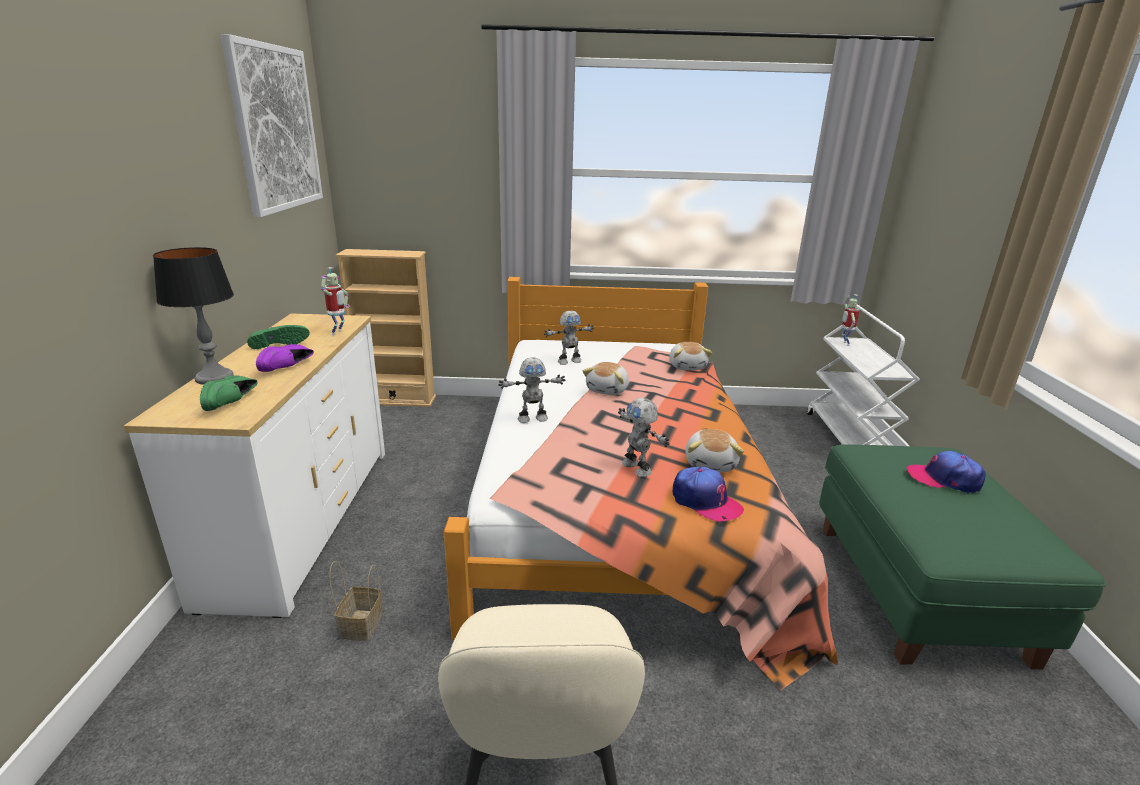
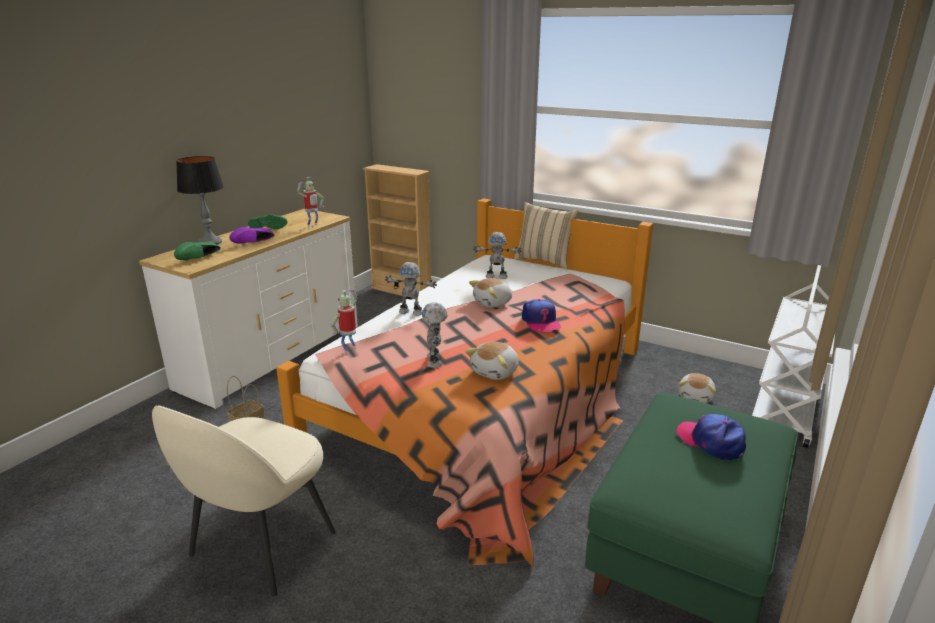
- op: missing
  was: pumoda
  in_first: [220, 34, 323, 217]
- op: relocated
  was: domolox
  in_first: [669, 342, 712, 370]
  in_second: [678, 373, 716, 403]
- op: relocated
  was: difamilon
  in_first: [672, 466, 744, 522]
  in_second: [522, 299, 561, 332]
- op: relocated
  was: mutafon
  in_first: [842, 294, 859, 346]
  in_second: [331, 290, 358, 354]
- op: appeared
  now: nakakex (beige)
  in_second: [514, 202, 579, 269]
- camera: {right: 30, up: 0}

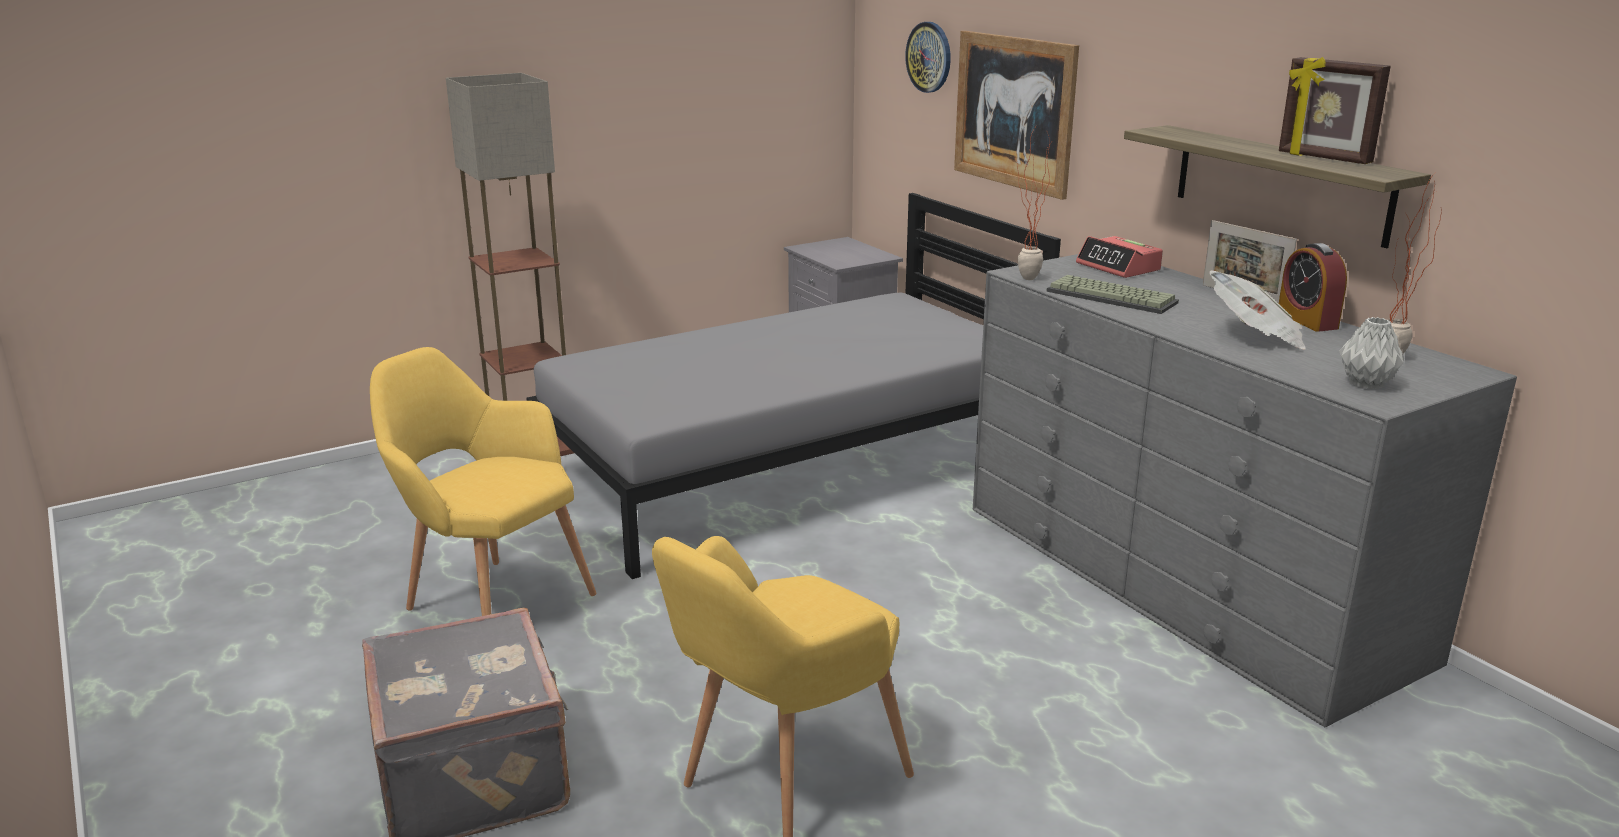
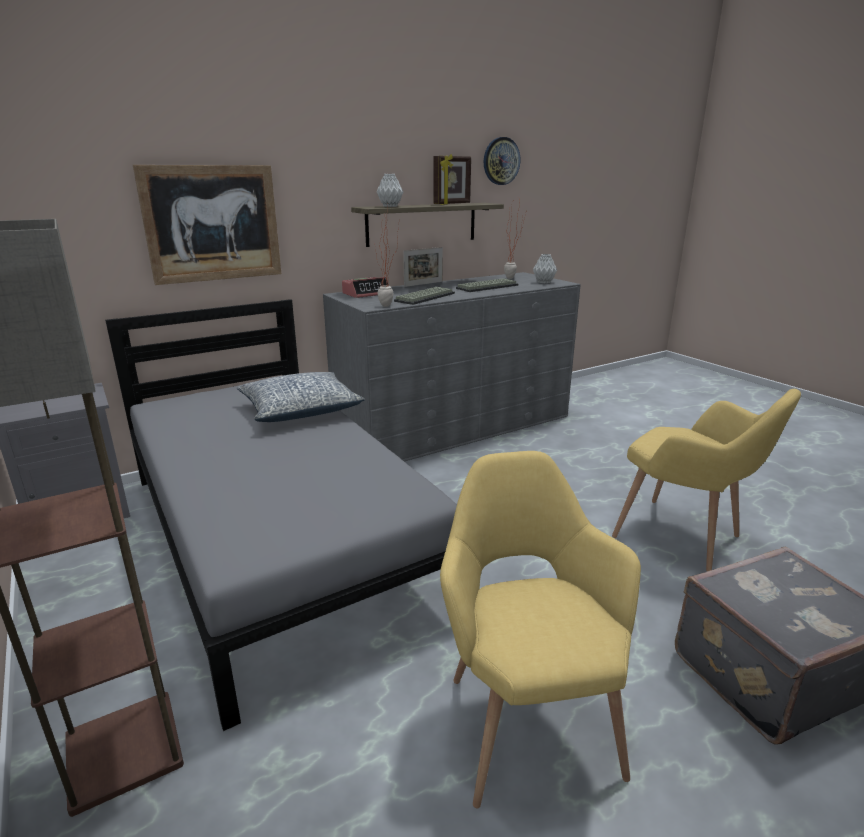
- op: spun
  was: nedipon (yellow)
  in_first: [370, 347, 596, 616]
  in_second: [440, 451, 641, 809]
  clockwise: 135
- op: relocated
  was: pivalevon
  in_first: [905, 22, 951, 93]
  in_second: [484, 137, 521, 185]
- op: exchanged
  was: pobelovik
  now: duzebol
  in_first: [1209, 270, 1306, 350]
  in_second: [456, 278, 519, 292]
- op: missing
  was: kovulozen
  in_first: [1279, 243, 1347, 332]
- op: appeared
  now: nakakex
  in_second: [237, 372, 365, 422]
- op: appeared
  now: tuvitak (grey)
  in_second: [377, 174, 403, 207]
- camera: {right: -90, up: 0}

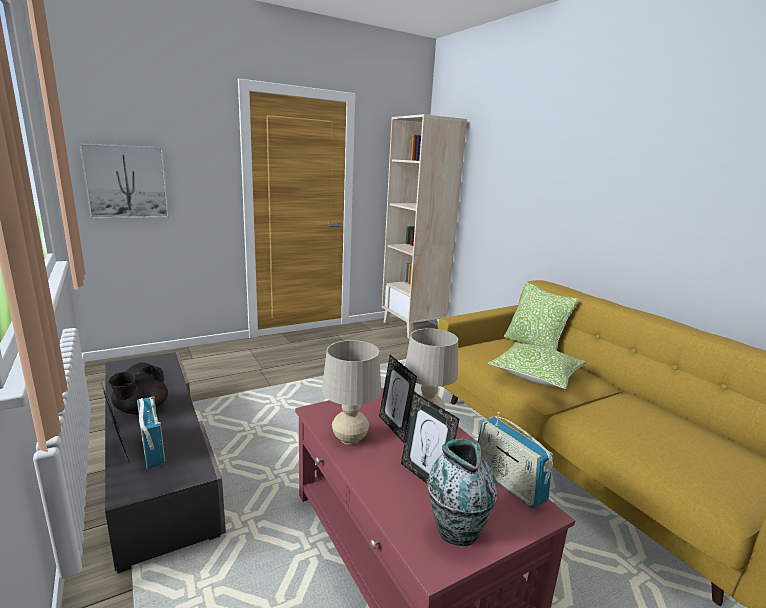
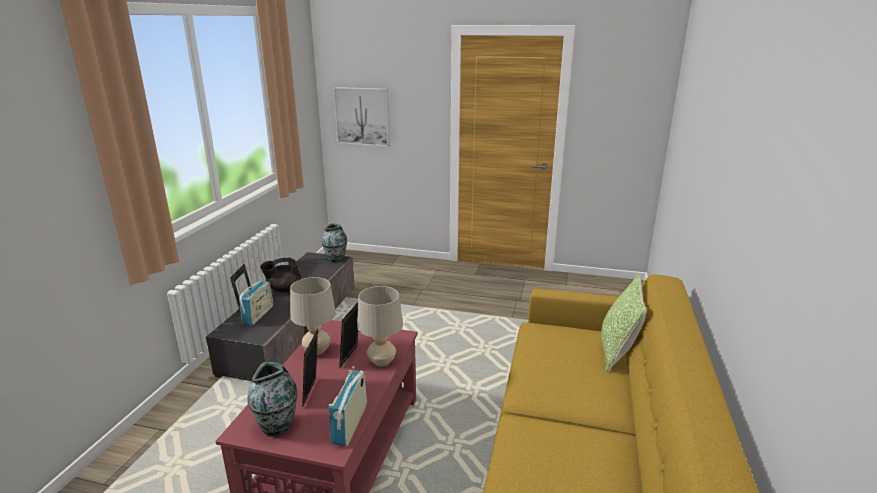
- op: missing
  was: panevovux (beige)
  in_first: [382, 114, 467, 339]
- op: missing
  was: nakakex
  in_first: [487, 342, 586, 389]
- op: appeared
  now: tuvitak
  in_second: [321, 223, 347, 263]
- camera: {right: 45, up: 5}

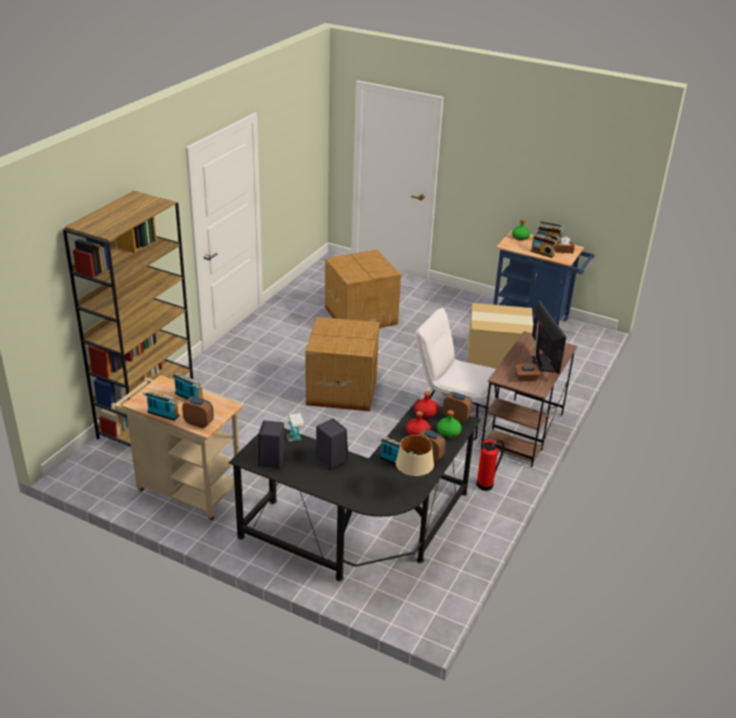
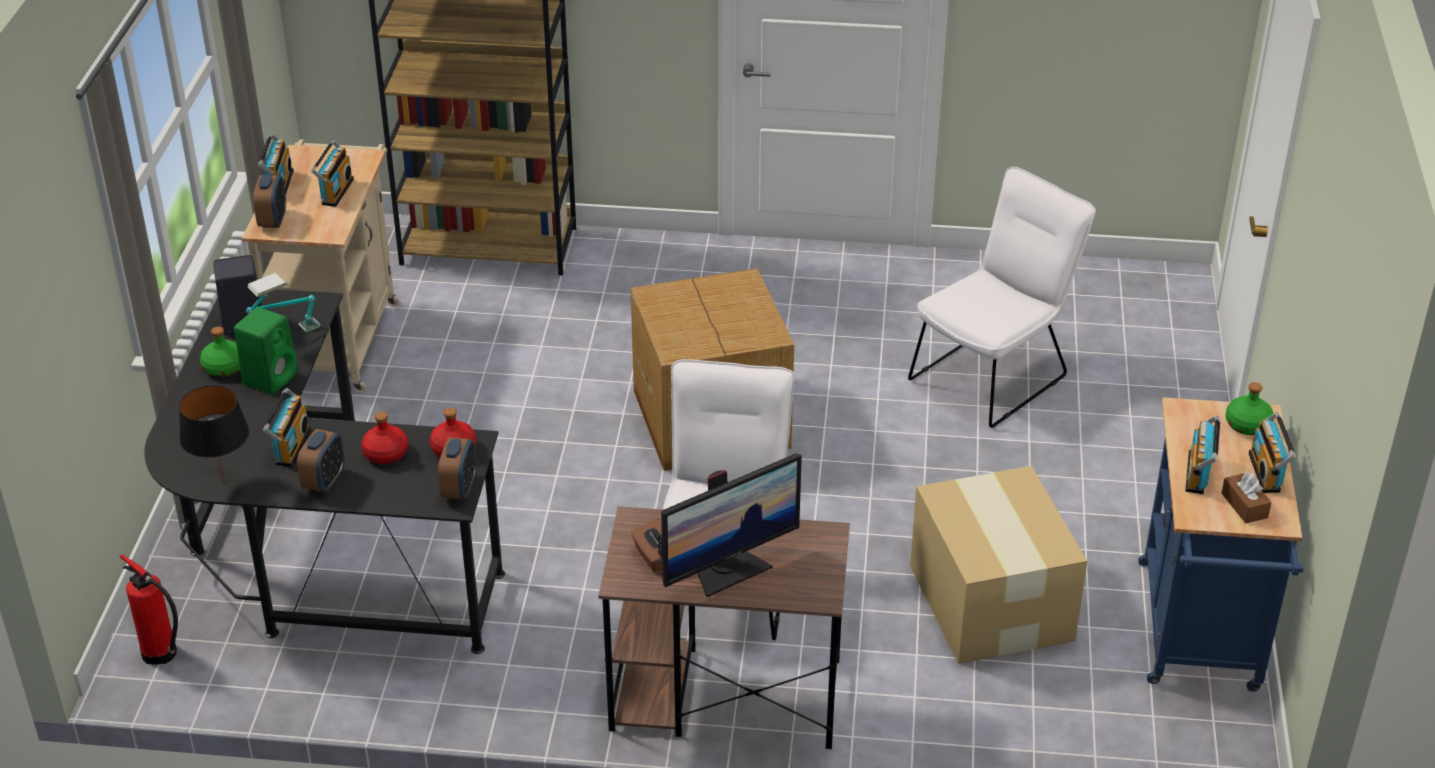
- op: colour
  was: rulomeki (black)
  now: rulomeki (green)
  in_first: [316, 419, 348, 469]
  in_second: [234, 307, 298, 394]
- op: exchanged
  was: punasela
  now: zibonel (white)
  in_first: [325, 250, 401, 328]
  in_second: [908, 167, 1096, 428]
- op: colour
  was: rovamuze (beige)
  now: rovamuze (black)
  in_first: [396, 435, 434, 490]
  in_second: [179, 385, 249, 482]
- op: relocated
  was: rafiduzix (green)
  in_first: [437, 410, 461, 438]
  in_second: [200, 327, 240, 377]
- op: relocated
  was: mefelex
  in_first: [476, 440, 504, 491]
  in_second: [120, 554, 178, 664]
- camera: {right: 70, up: 5}

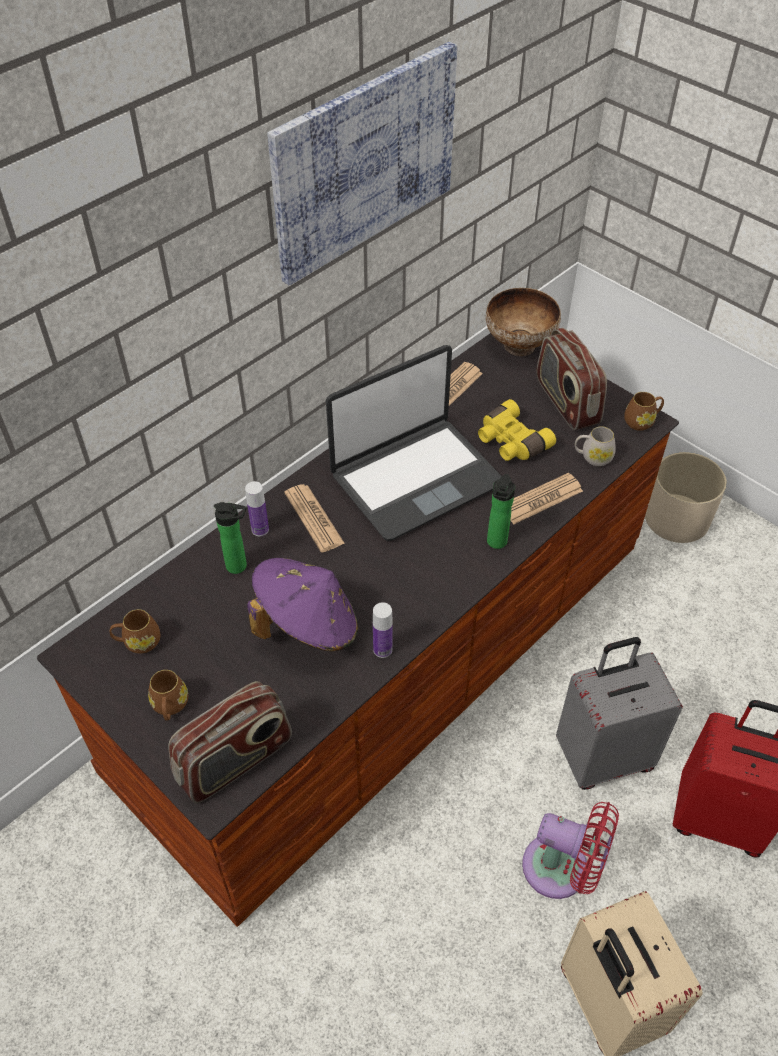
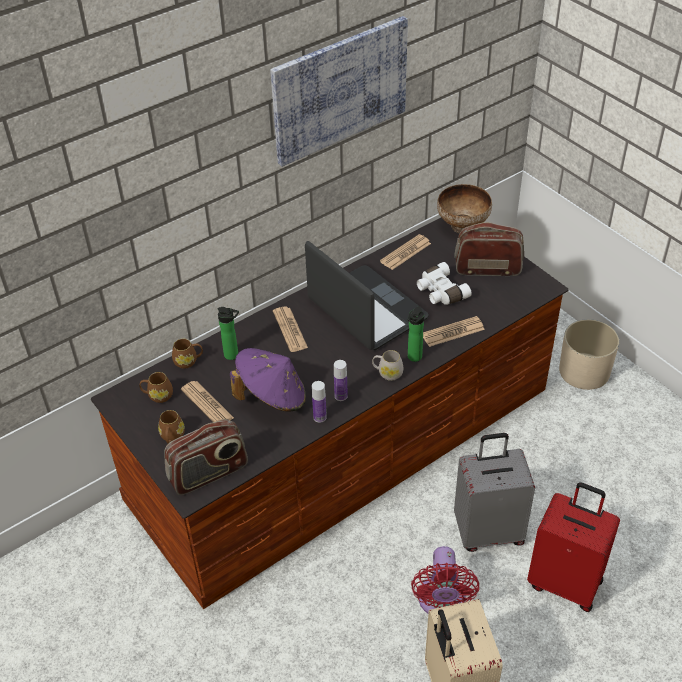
- op: relocated
  was: rafiduzix
  in_first: [245, 481, 269, 536]
  in_second: [334, 360, 348, 401]
- op: spun
  was: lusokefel
  in_first: [326, 345, 501, 541]
  in_second: [305, 241, 429, 350]
  clockwise: -105
- op: colour
  was: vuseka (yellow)
  now: vuseka (white)
  in_first: [478, 399, 556, 461]
  in_second: [417, 262, 472, 305]
- op: spun
  was: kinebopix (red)
  in_first: [522, 802, 619, 899]
  in_second: [411, 546, 479, 613]
  clockwise: 60
- op: spun
  was: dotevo
  in_first: [537, 328, 607, 430]
  in_second: [454, 222, 524, 276]
  clockwise: 105
- op: relocated
  was: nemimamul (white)
  in_first: [575, 426, 616, 466]
  in_second: [372, 350, 403, 381]
- op: relocated
  was: nemimamul (brown)
  in_first: [624, 392, 664, 431]
  in_second: [172, 339, 203, 369]
- op: appeared
  now: pobelovik
  in_second: [181, 381, 234, 422]
- camera: {right: 10, up: -5}

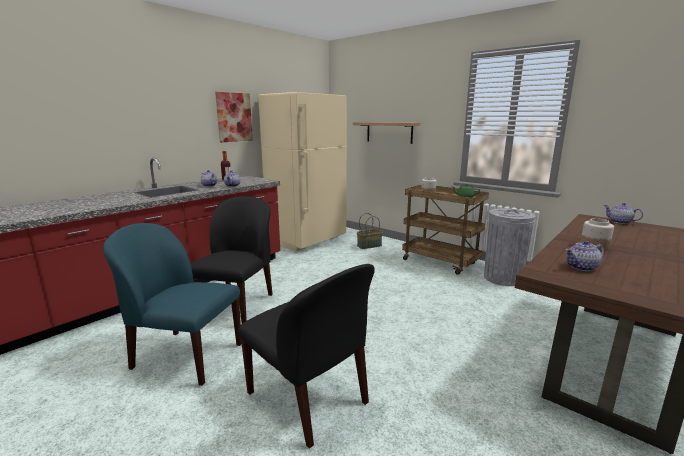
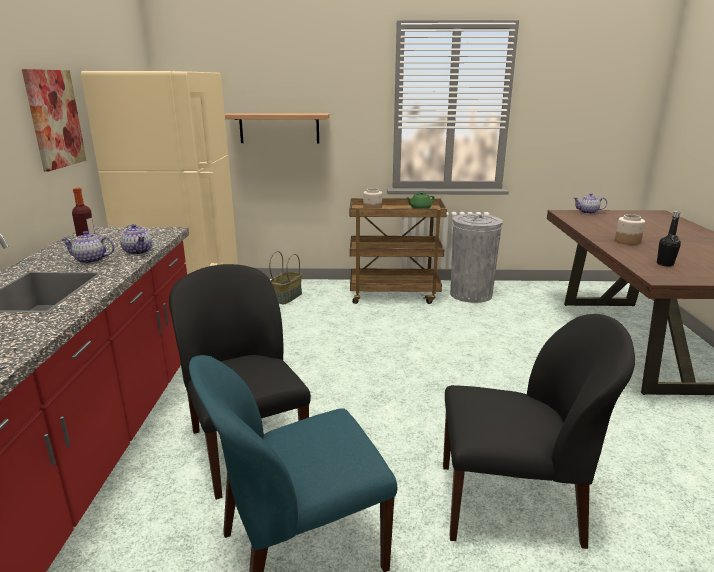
- op: exchanged
  was: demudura
  now: rafiduzix (black)
  in_first: [565, 240, 605, 271]
  in_second: [657, 211, 681, 267]
- camera: {right: -40, up: 5}

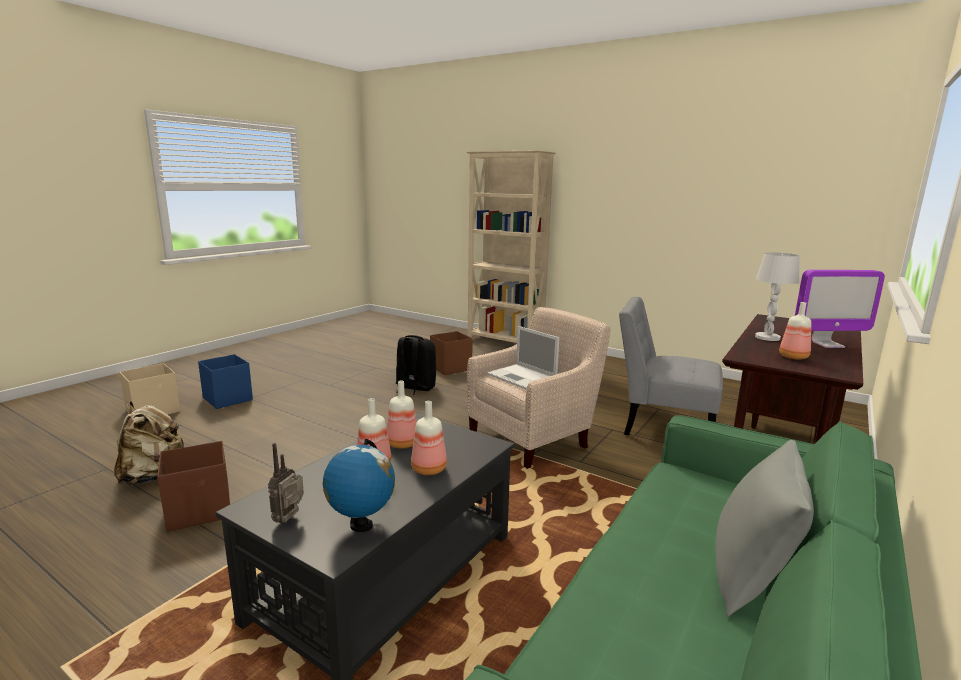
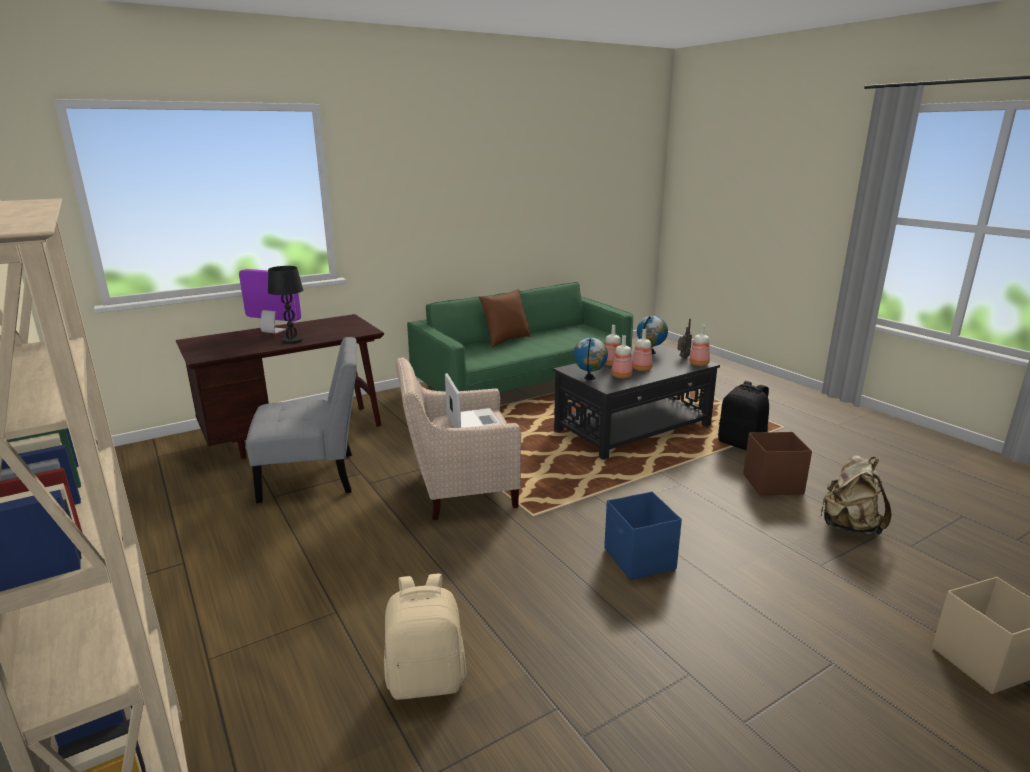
- op: relocated
  was: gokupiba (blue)
  in_first: [198, 354, 253, 409]
  in_second: [604, 492, 682, 580]
- op: relocated
  was: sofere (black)
  in_first: [396, 335, 436, 395]
  in_second: [718, 381, 769, 450]
- op: exchanged
  was: gokupiba (brown)
  now: sofere (beige)
  in_first: [430, 331, 473, 375]
  in_second: [384, 574, 467, 700]
- op: spun
  was: zibonel (grey)
  in_first: [619, 297, 723, 435]
  in_second: [246, 337, 357, 503]
  clockwise: -60
- op: colour
  was: nakakex (grey)
  now: nakakex (brown)
  in_first: [715, 440, 814, 617]
  in_second: [479, 289, 531, 348]
- op: colour
  was: rovamuze (white)
  now: rovamuze (black)
  in_first: [755, 252, 800, 341]
  in_second: [268, 266, 303, 344]
- op: relocated
  was: rafiduzix
  in_first: [779, 302, 811, 359]
  in_second: [689, 325, 710, 366]
- op: appeared
  now: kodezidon
  in_second: [573, 337, 608, 380]
- camera: {right: -155, up: 5}

